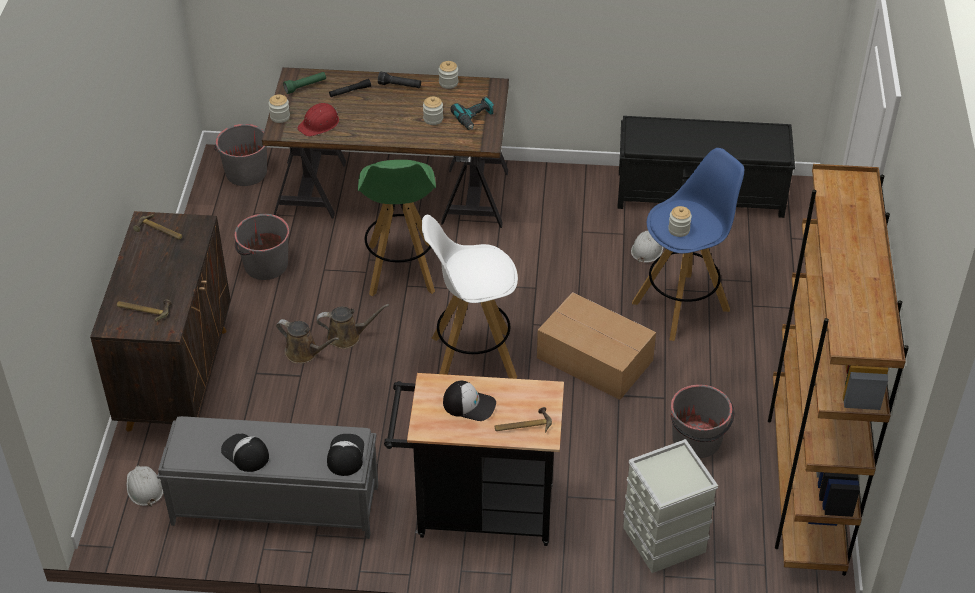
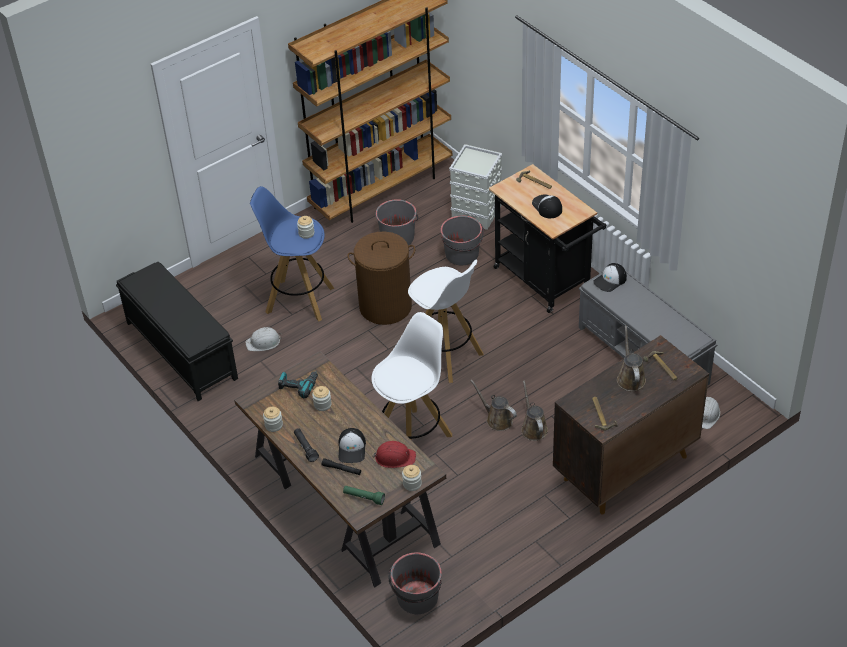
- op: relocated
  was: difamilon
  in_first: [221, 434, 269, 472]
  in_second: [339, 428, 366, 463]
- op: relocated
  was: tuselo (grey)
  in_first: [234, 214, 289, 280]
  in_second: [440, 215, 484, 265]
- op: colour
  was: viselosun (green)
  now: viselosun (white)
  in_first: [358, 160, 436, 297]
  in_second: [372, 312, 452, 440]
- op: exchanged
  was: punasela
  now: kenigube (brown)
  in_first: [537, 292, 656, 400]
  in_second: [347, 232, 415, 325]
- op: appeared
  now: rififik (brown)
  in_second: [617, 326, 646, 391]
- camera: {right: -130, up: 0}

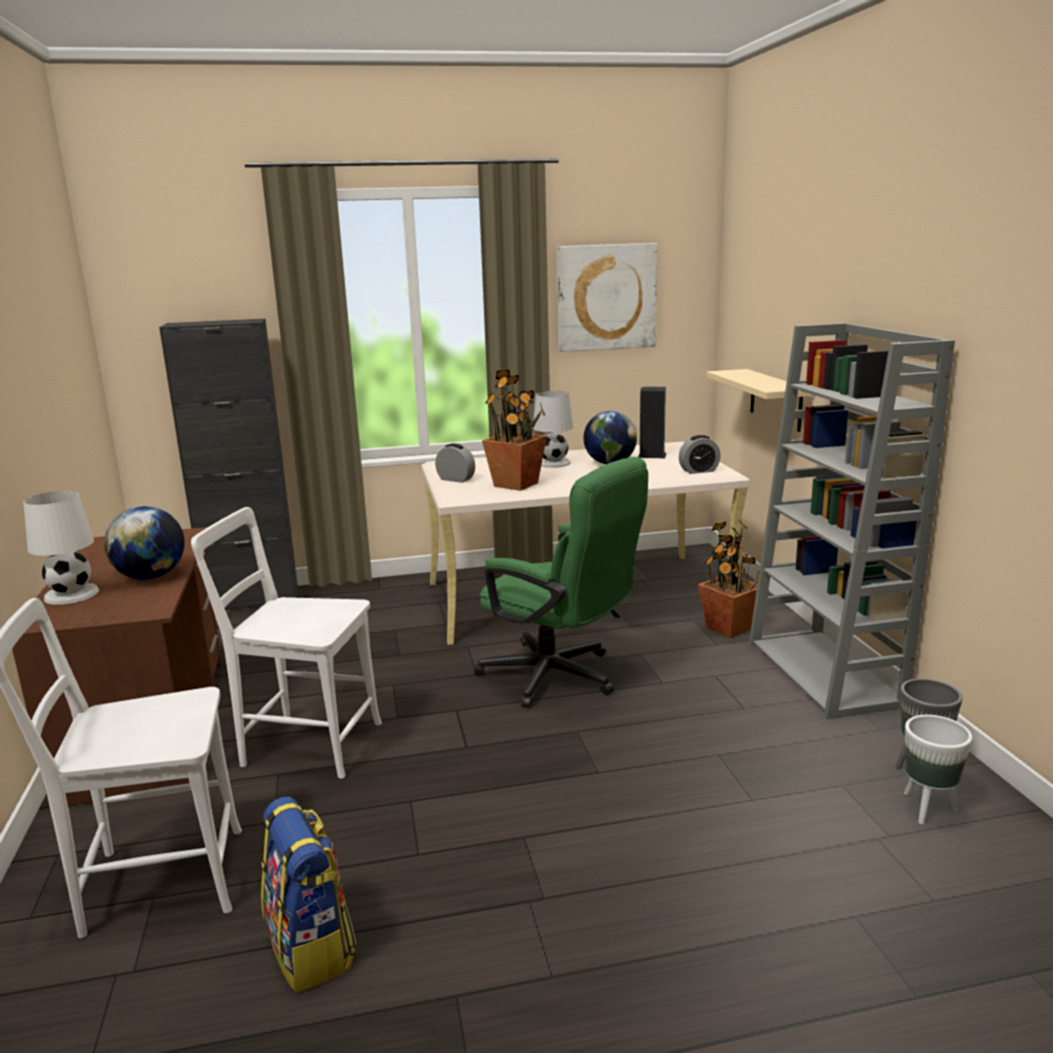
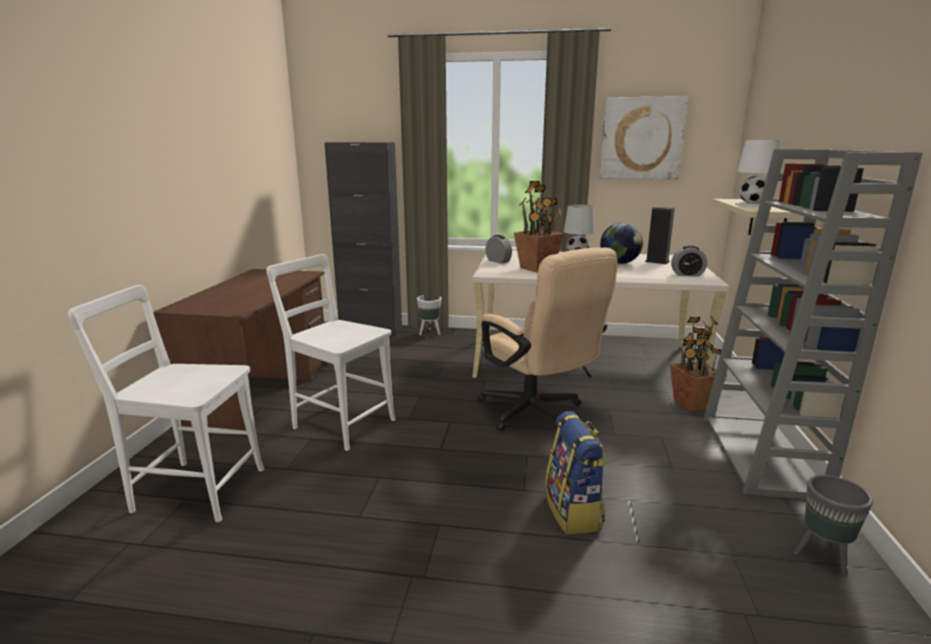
- op: relocated
  was: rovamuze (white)
  in_first: [23, 491, 99, 605]
  in_second: [735, 140, 780, 207]
- op: missing
  was: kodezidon
  in_first: [104, 506, 185, 580]
- op: relocated
  was: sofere
  in_first: [261, 797, 356, 993]
  in_second: [545, 411, 606, 534]
- op: colour
  was: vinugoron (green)
  now: vinugoron (beige)
  in_first: [474, 457, 648, 708]
  in_second: [477, 248, 618, 432]
- op: relocated
  was: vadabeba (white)
  in_first: [904, 715, 973, 824]
  in_second: [417, 295, 441, 335]
- camera: {right: 20, up: 0}

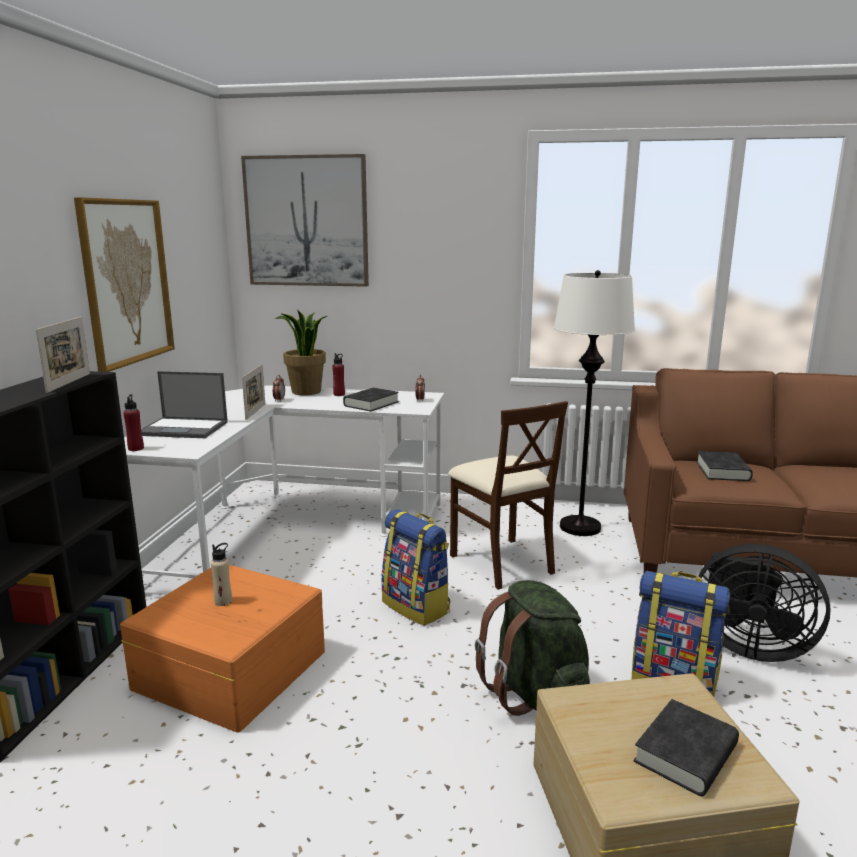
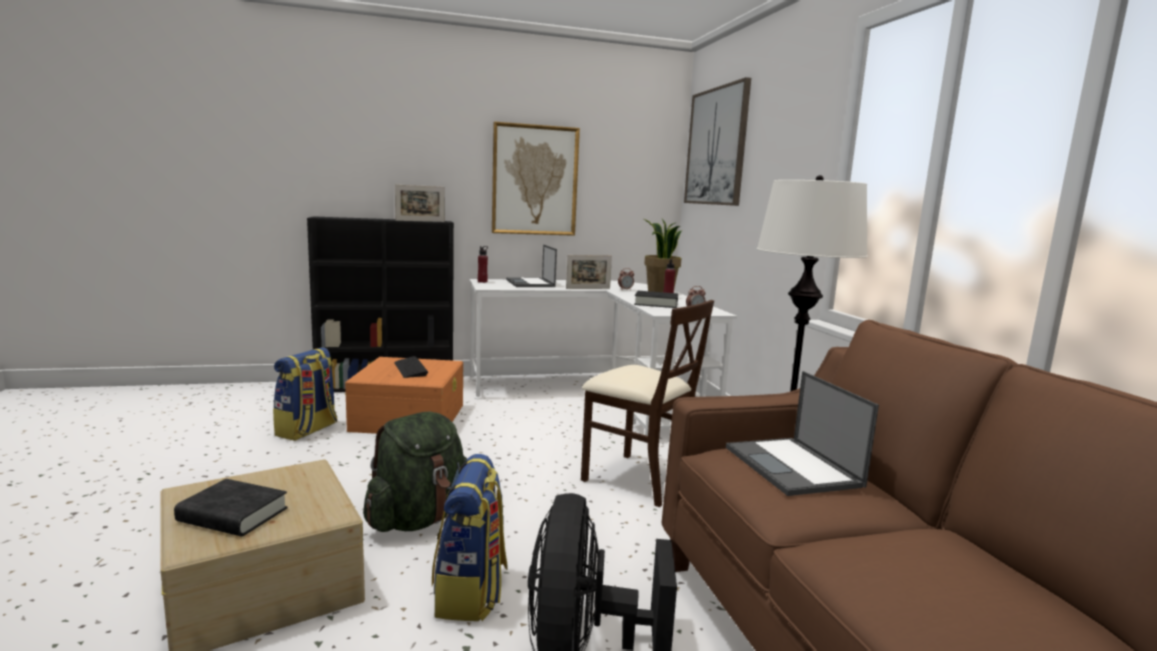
- op: exchanged
  was: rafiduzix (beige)
  now: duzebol
  in_first: [211, 543, 232, 606]
  in_second: [394, 356, 428, 378]
- op: relocated
  was: sofere
  in_first: [382, 509, 450, 626]
  in_second: [273, 347, 337, 441]
- op: spun
  was: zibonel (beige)
  in_first: [448, 401, 568, 590]
  in_second: [581, 300, 714, 507]
  clockwise: -90
- op: exchanged
  was: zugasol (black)
  now: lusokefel
  in_first: [696, 451, 753, 481]
  in_second: [726, 371, 879, 496]
- camera: {right: 65, up: -5}

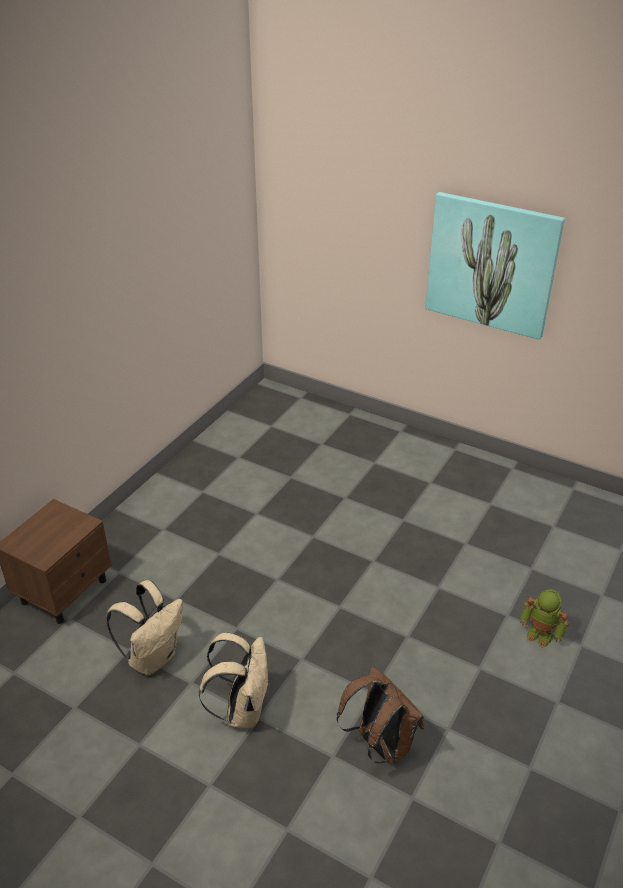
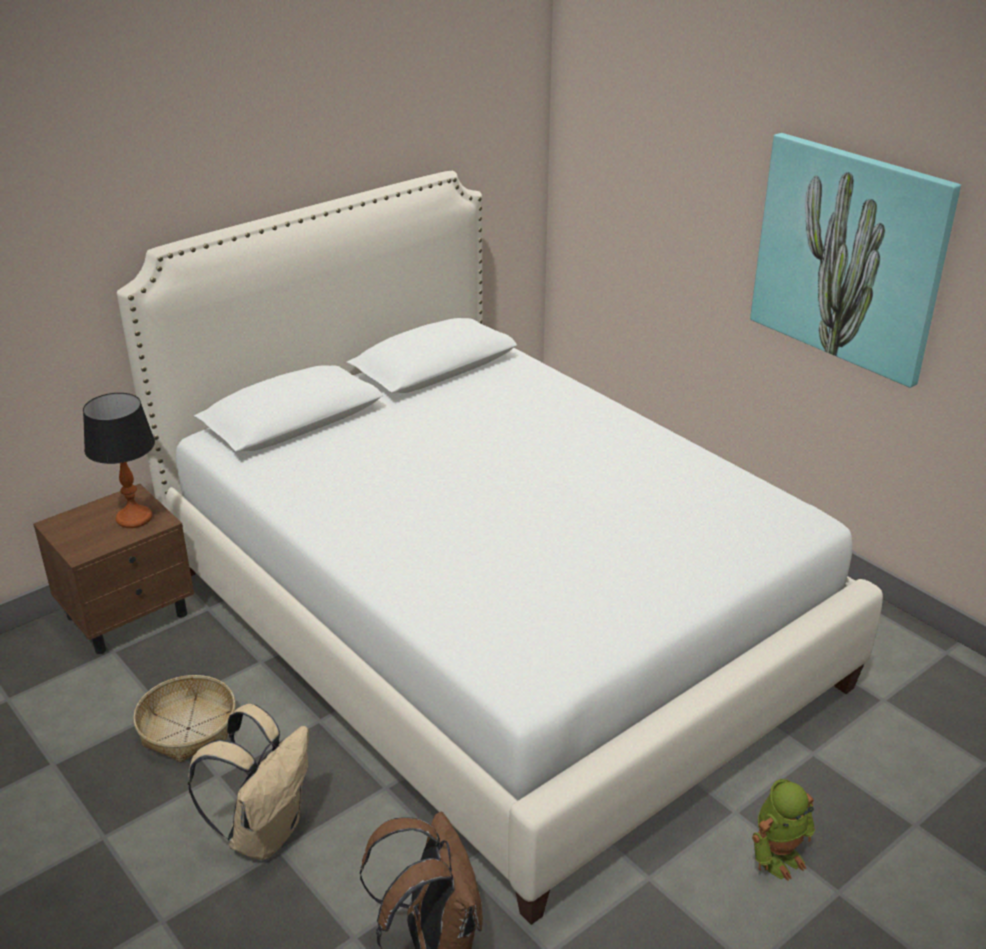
- op: exchanged
  was: sofere (beige)
  now: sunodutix
  in_first: [107, 580, 183, 675]
  in_second: [133, 675, 236, 763]
- op: spun
  was: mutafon
  in_first: [520, 589, 569, 648]
  in_second: [752, 779, 815, 881]
  clockwise: -90
- op: appeared
  now: rovamuze
  in_second: [83, 393, 155, 528]
- op: appeared
  now: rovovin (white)
  in_second: [117, 171, 883, 925]
- camera: {right: 20, up: -5}

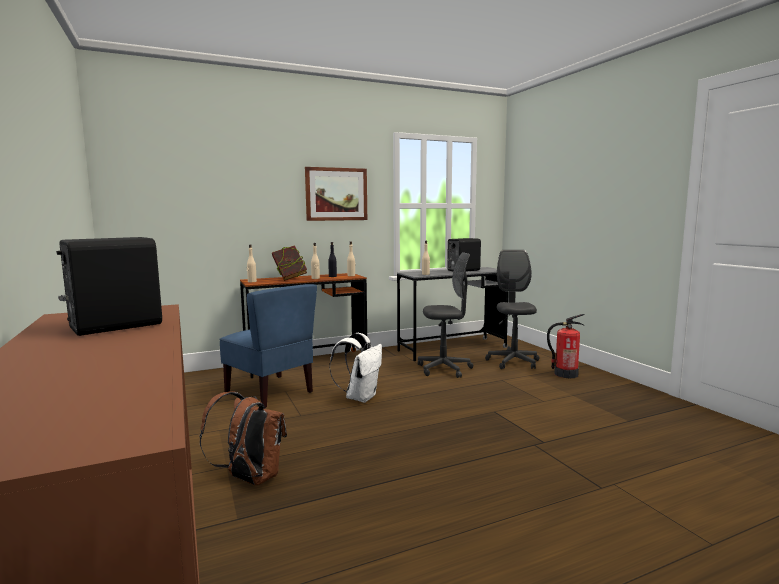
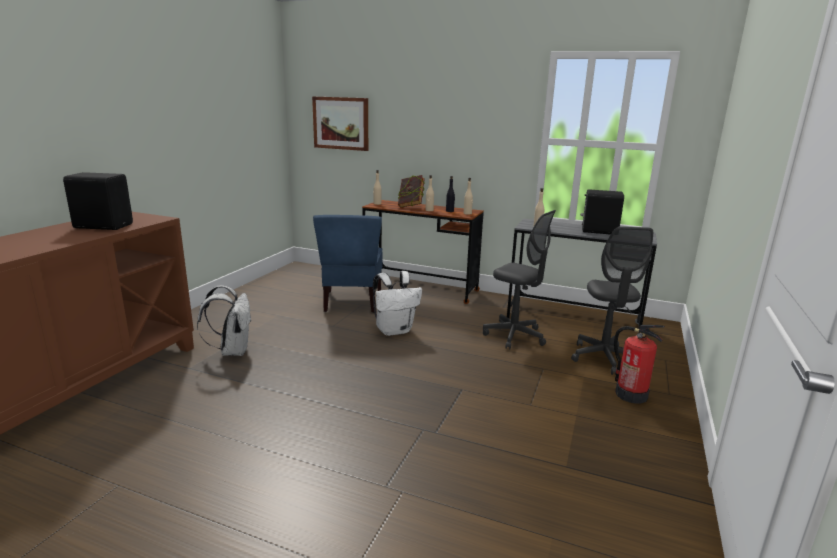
- op: colour
  was: sofere (brown)
  now: sofere (white)
  in_first: [199, 391, 287, 485]
  in_second: [197, 285, 251, 356]
- op: relocated
  was: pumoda
  in_first: [305, 167, 367, 221]
  in_second: [312, 96, 368, 151]
- op: spun
  was: vinugoron (grey)
  in_first: [485, 250, 539, 369]
  in_second: [571, 227, 653, 375]
  clockwise: 135
- camera: {right: 45, up: 10}

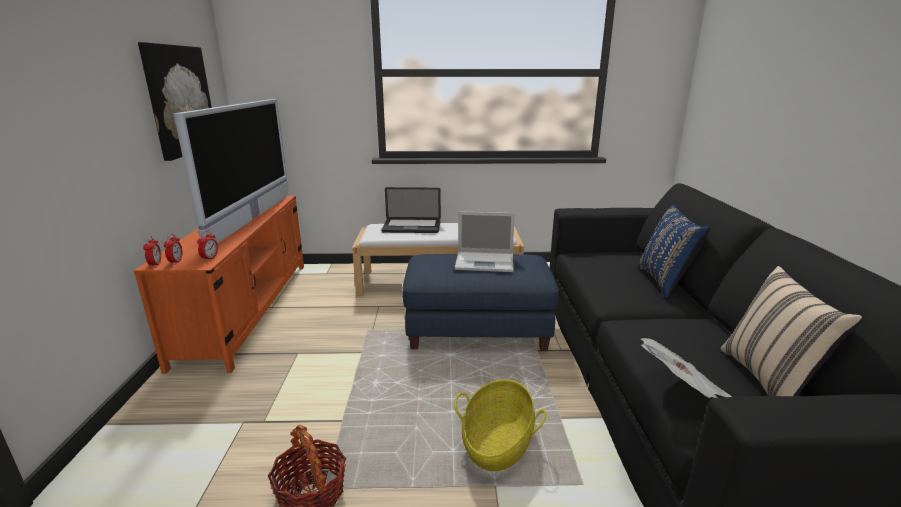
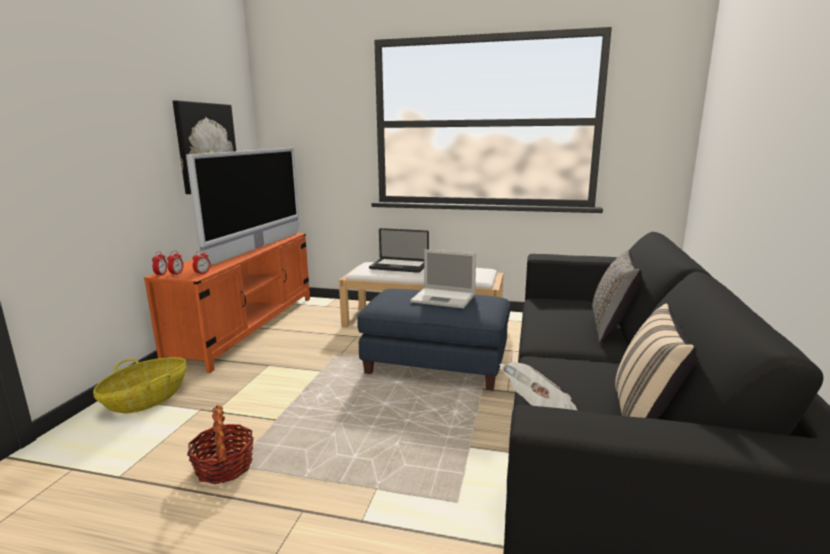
- op: relocated
  was: sunodutix
  in_first: [454, 379, 546, 471]
  in_second: [93, 357, 187, 413]
- op: colour
  was: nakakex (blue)
  now: nakakex (grey)
  in_first: [638, 205, 710, 298]
  in_second: [592, 250, 643, 342]
- camera: {right: 15, up: -5}

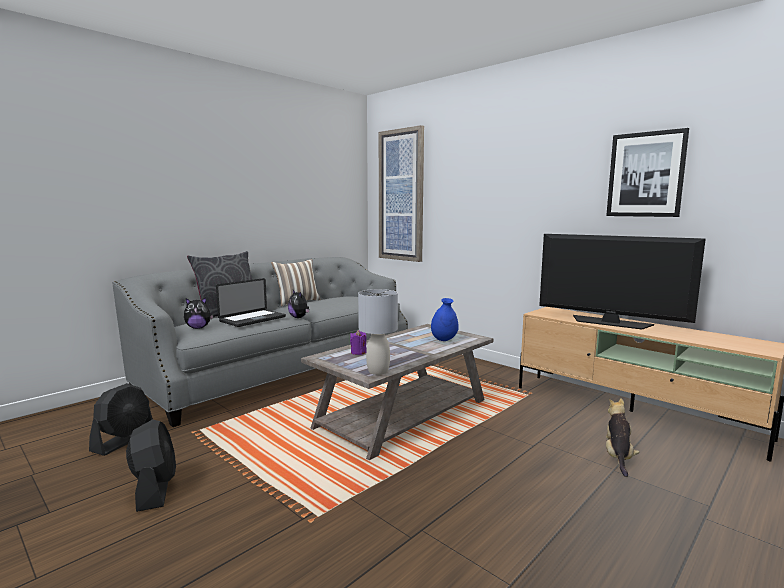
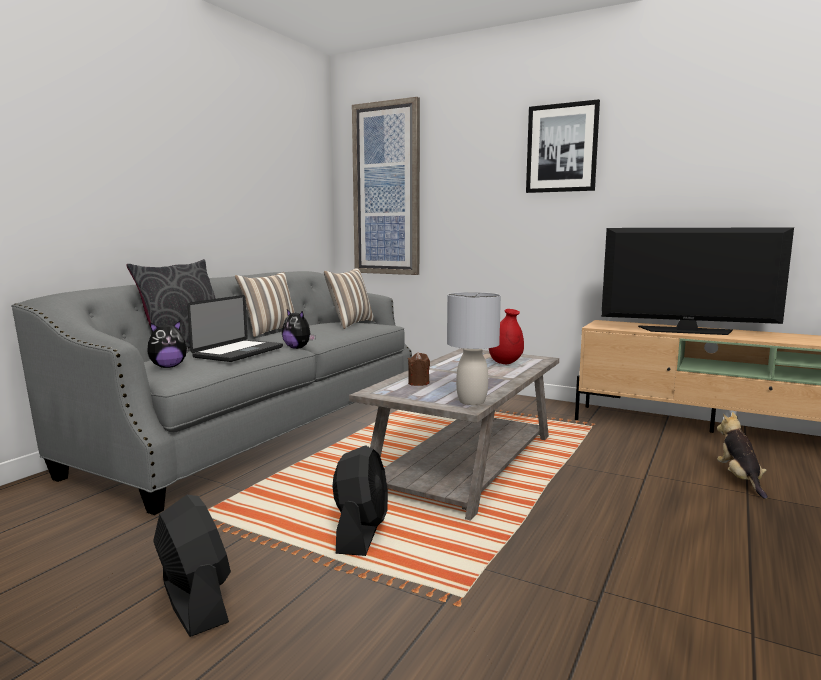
- op: relocated
  was: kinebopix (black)
  in_first: [89, 383, 153, 456]
  in_second: [332, 445, 388, 556]
- op: colour
  was: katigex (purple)
  now: katigex (brown)
  in_first: [350, 330, 367, 355]
  in_second: [408, 352, 430, 386]
- op: colour
  was: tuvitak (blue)
  now: tuvitak (red)
  in_first: [431, 298, 459, 341]
  in_second: [489, 309, 524, 364]
- op: relocated
  was: pumoda
  in_first: [606, 128, 689, 217]
  in_second: [526, 99, 600, 193]
- op: appeared
  now: nakakex
  in_second: [324, 268, 374, 329]
- camera: {right: -15, up: 0}

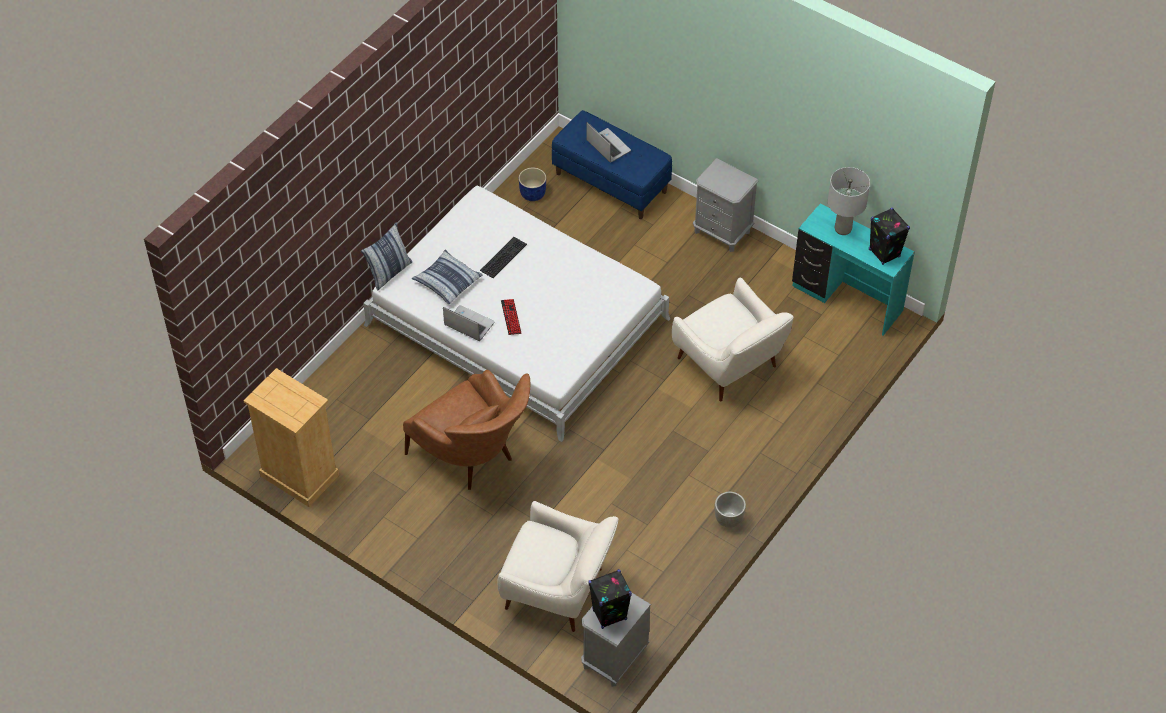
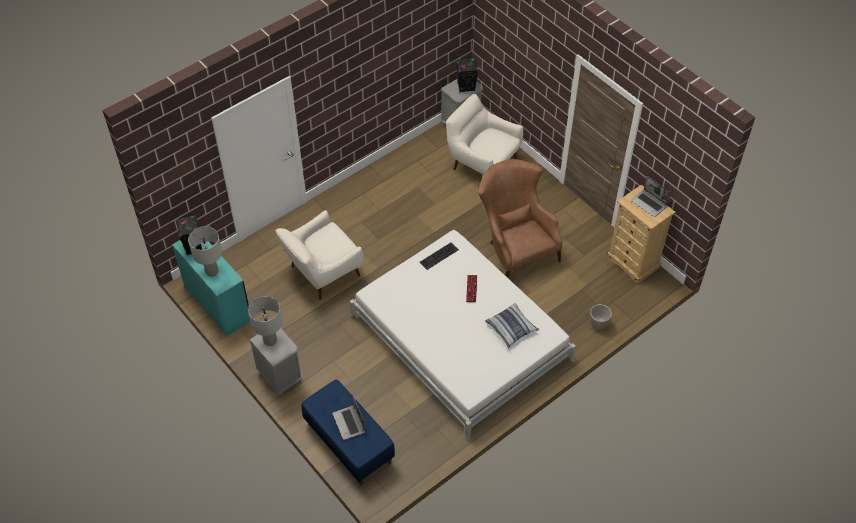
- op: missing
  was: nakakex
  in_first: [361, 222, 412, 291]
- op: relocated
  was: lusokefel
  in_first: [443, 305, 495, 341]
  in_second: [631, 176, 671, 217]
- op: relocated
  was: duzebol
  in_first: [480, 237, 527, 278]
  in_second: [420, 242, 459, 270]
- op: missing
  was: vadabeba (blue)
  in_first: [519, 168, 546, 201]
- op: spun
  was: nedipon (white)
  in_first: [672, 278, 794, 401]
  in_second: [276, 210, 363, 300]
  clockwise: -105
- op: relocated
  was: vadabeba (grey)
  in_first: [715, 492, 746, 528]
  in_second: [590, 304, 612, 329]
- op: appeared
  now: rovamuze (grey)
  in_second: [248, 296, 282, 346]
- camera: {right: -165, up: 0}

